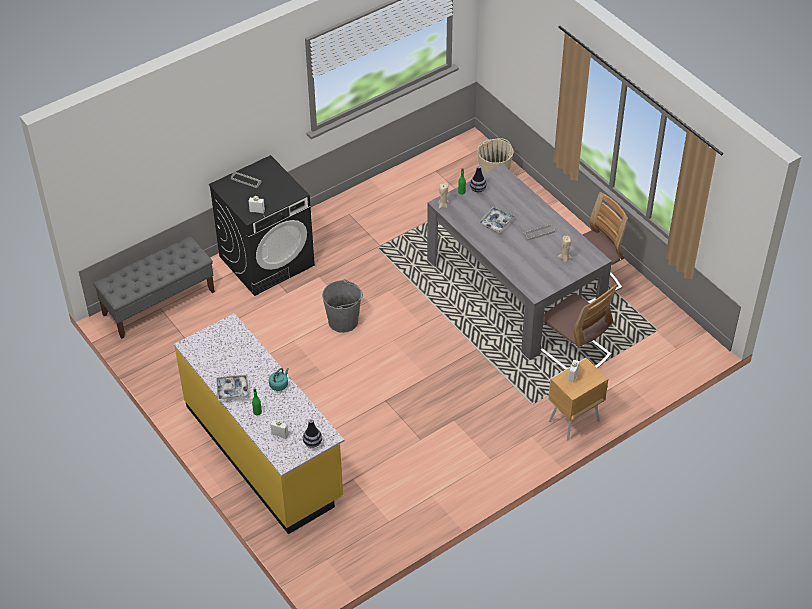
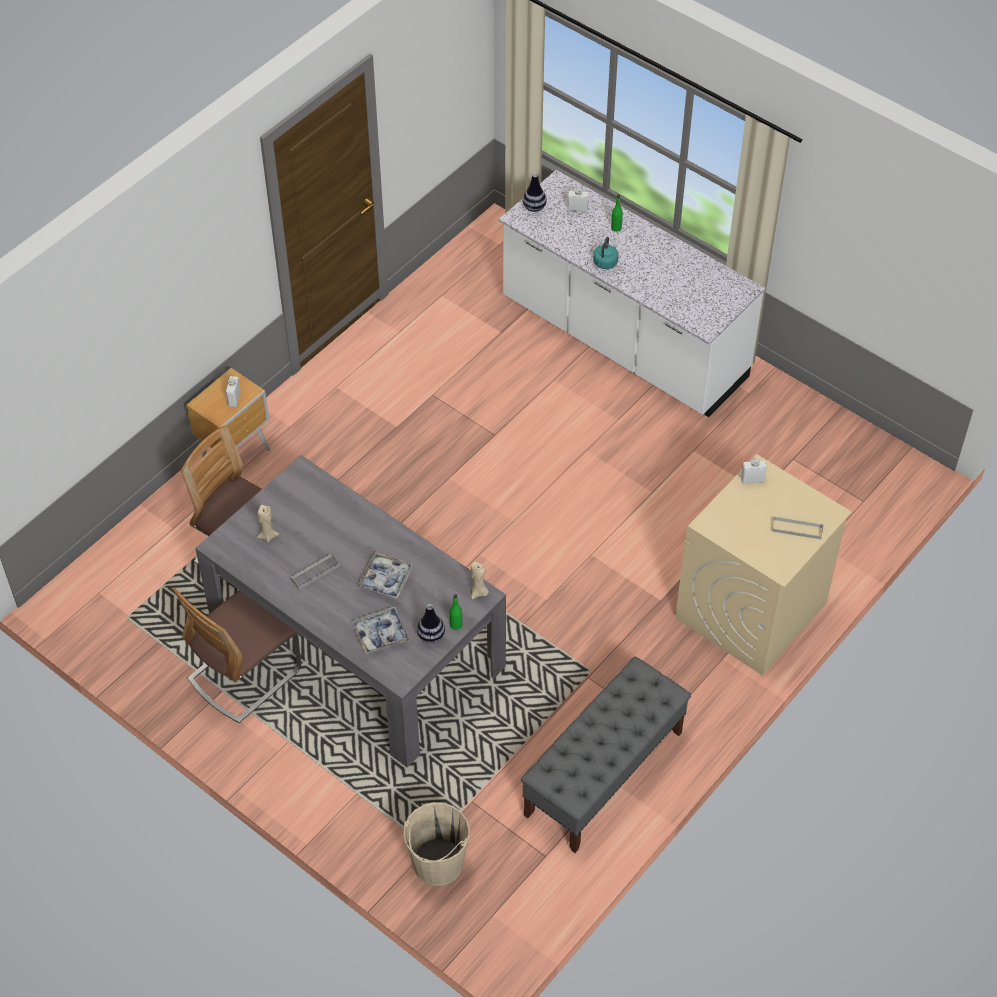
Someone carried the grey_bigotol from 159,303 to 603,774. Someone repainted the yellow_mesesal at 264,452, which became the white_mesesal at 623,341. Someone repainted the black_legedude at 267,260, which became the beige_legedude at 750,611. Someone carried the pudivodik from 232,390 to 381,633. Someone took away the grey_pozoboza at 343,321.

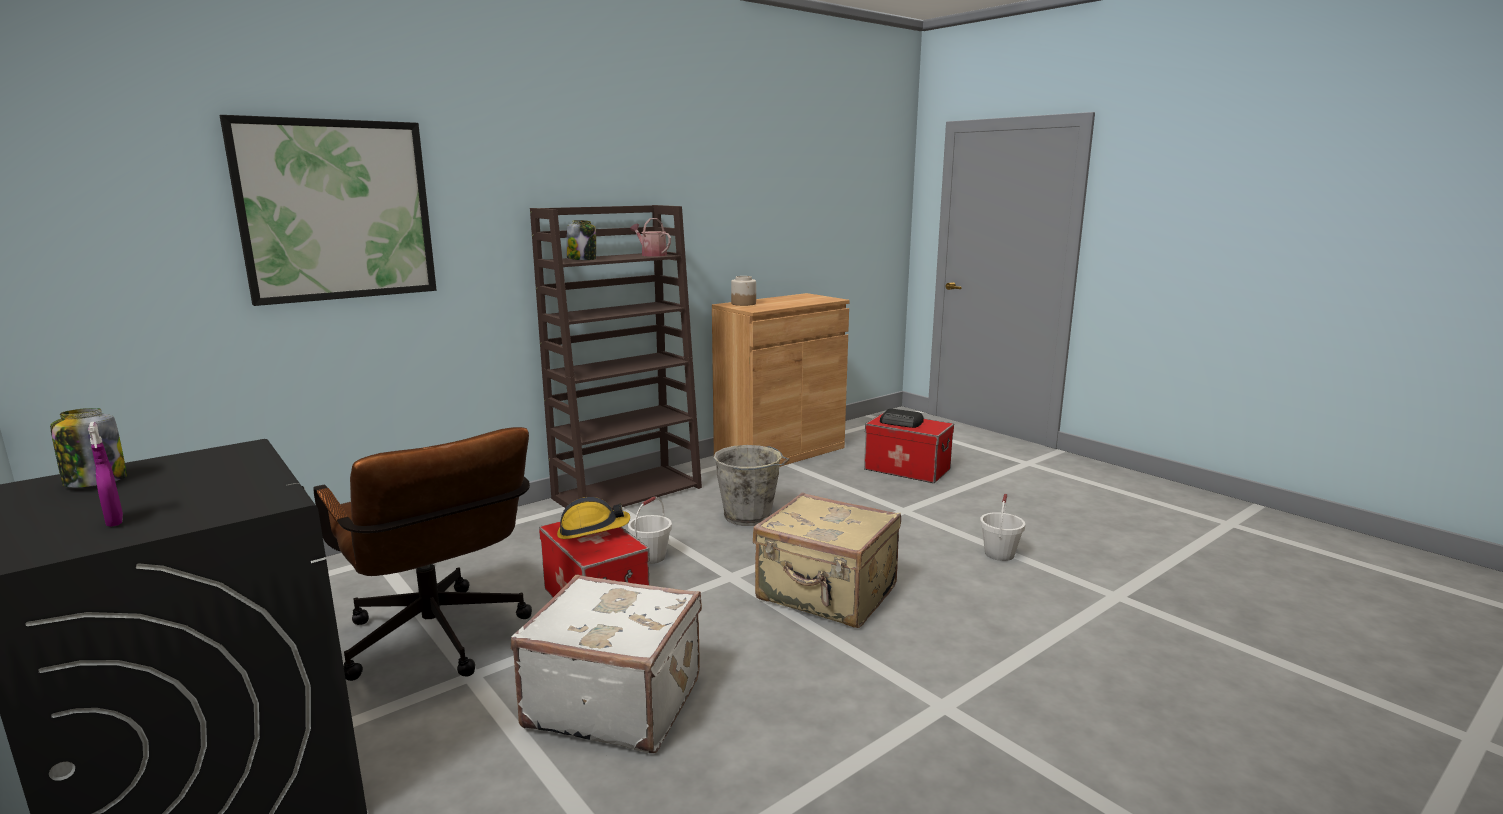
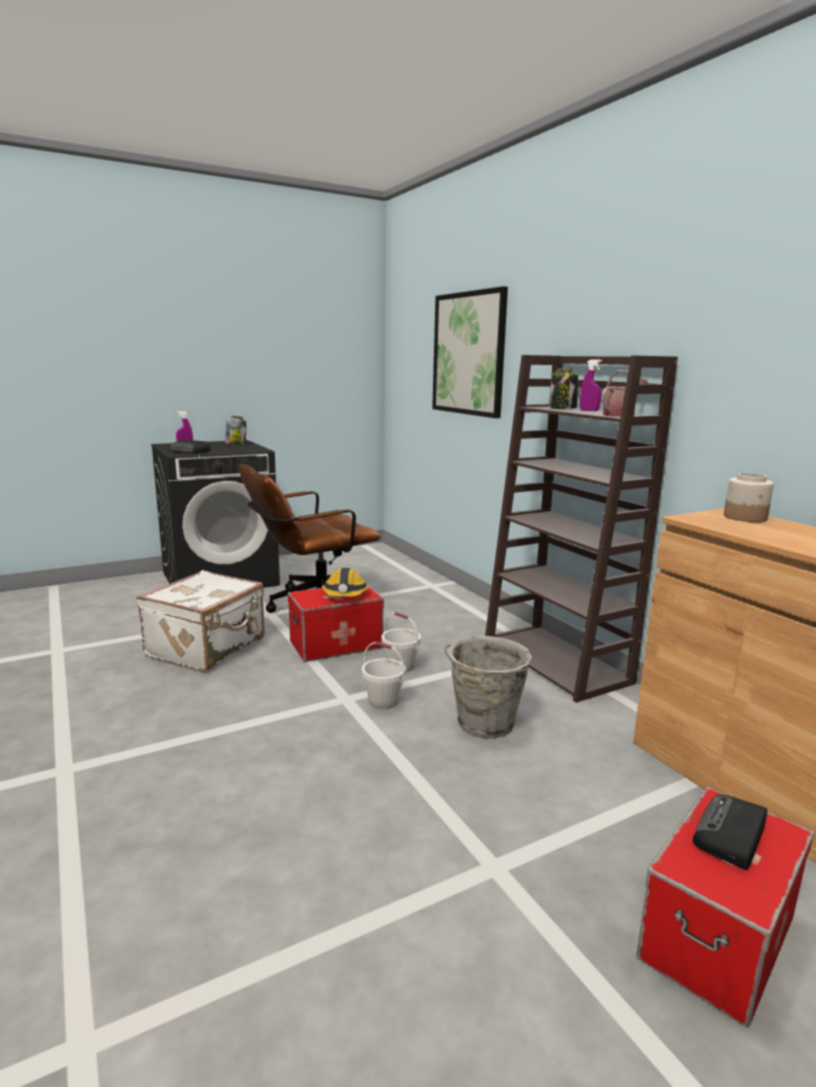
Someone took away the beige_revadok at 826,595. Someone carried the white_pozoboza from 999,554 to 383,701. Someone put down the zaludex at 189,451. Someone put down the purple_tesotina at 589,410.

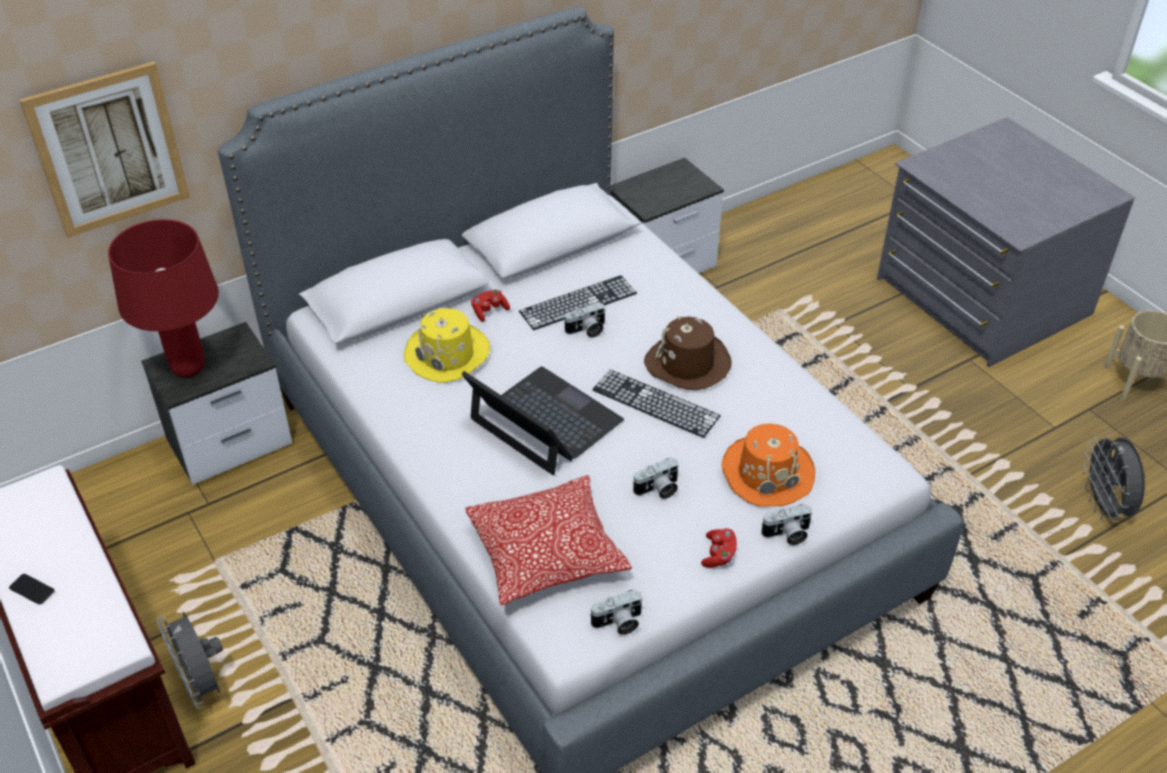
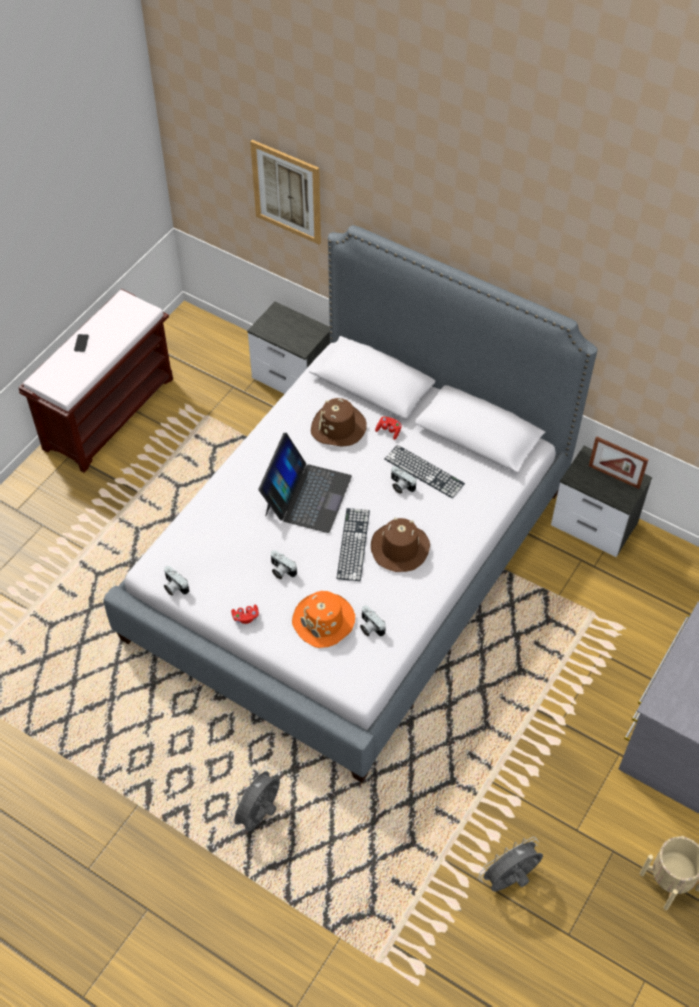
Someone took away the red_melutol at 188,368. Someone carried the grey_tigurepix from 203,685 to 259,815. Someone repainted the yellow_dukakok at 448,354, which became the brown_dukakok at 338,427. Someone took away the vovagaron at 547,553. Someone carried the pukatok from 787,535 to 369,627. Someone put down the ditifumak at 614,476.

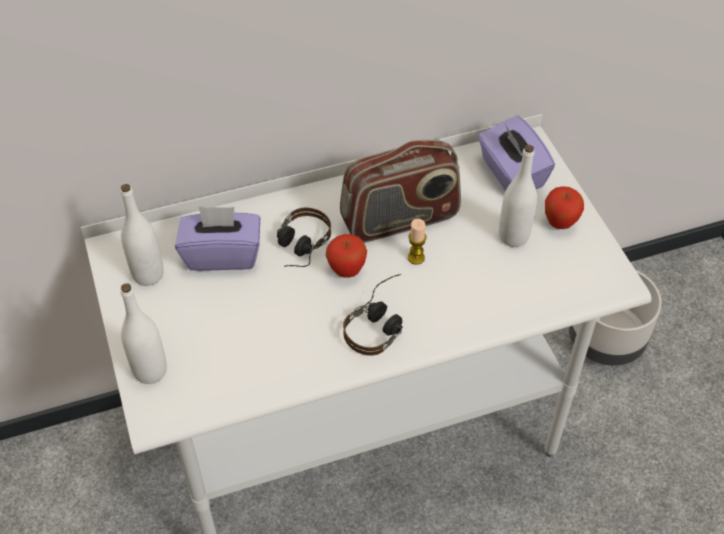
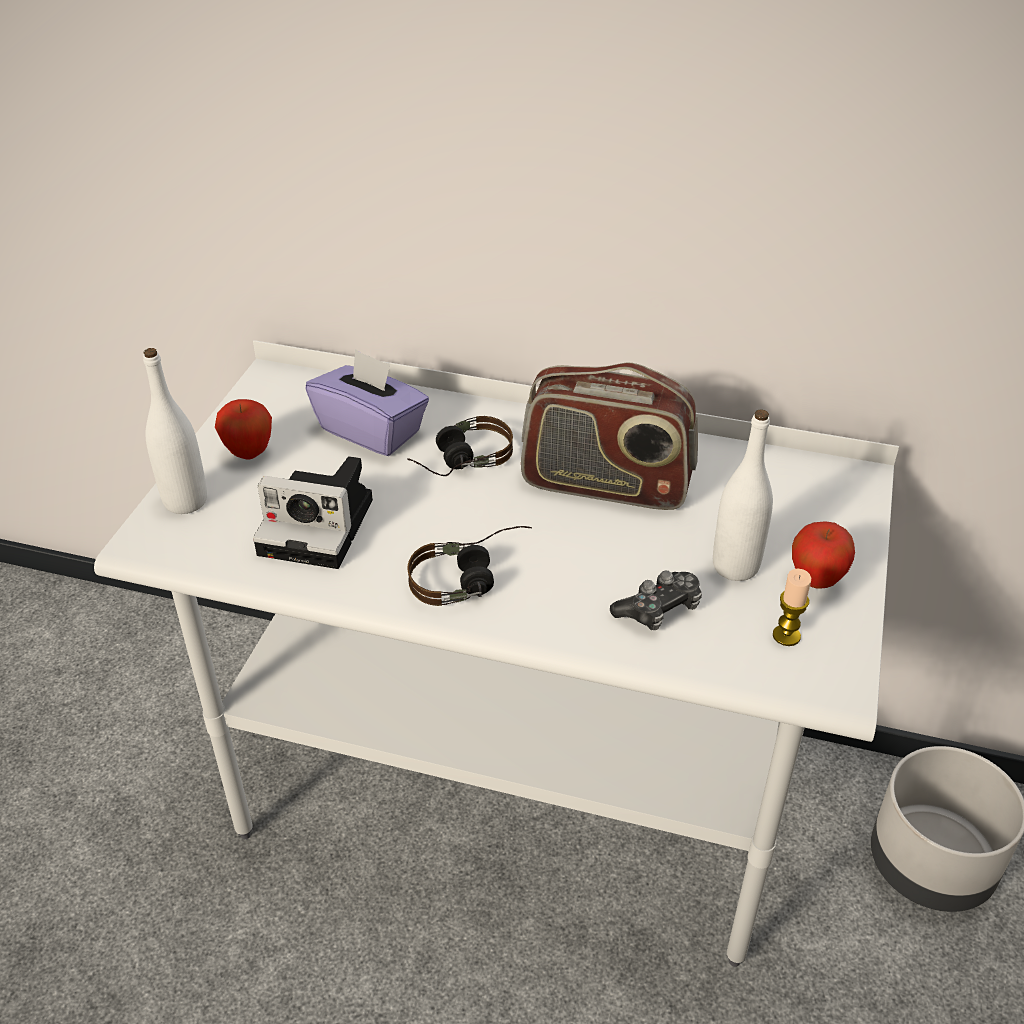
Someone took away the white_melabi at 148,275. Someone carried the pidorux from 346,271 to 249,453. Someone carried the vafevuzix from 416,258 to 786,636. Someone took away the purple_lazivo at 511,173. Someone put down the pukatok at 321,526. Someone put down the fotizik at 659,609.

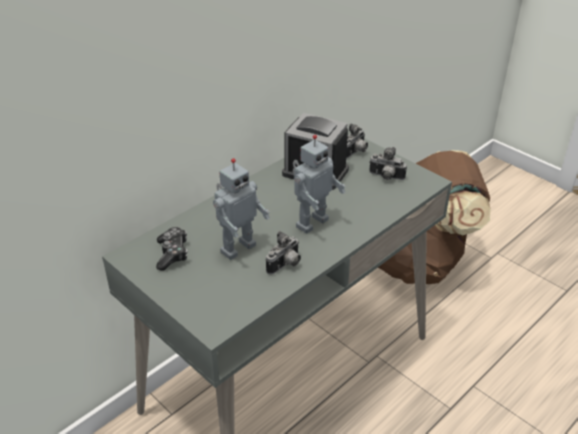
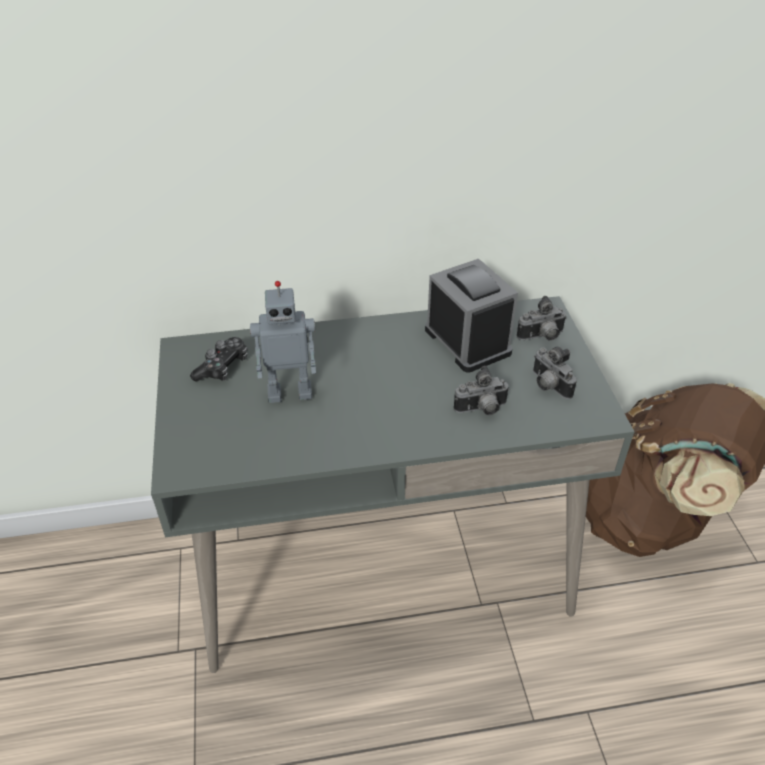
Someone carried the pukatok from 285,265 to 481,410. Someone took away the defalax at 311,222.

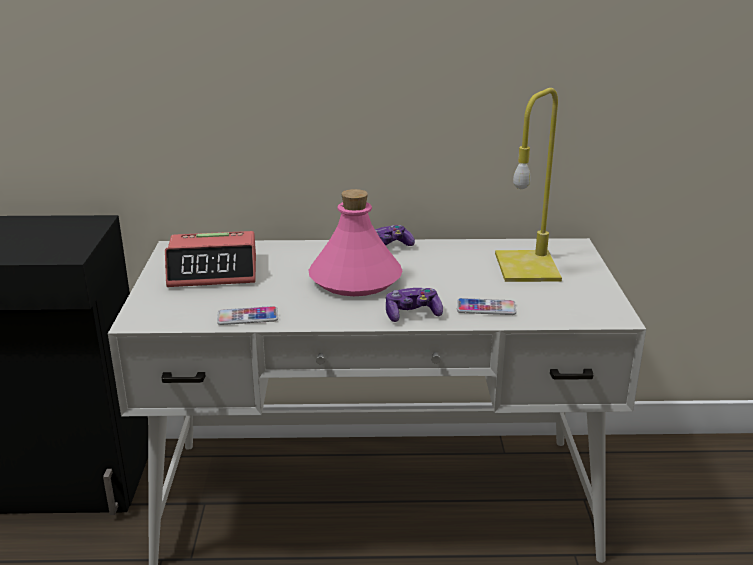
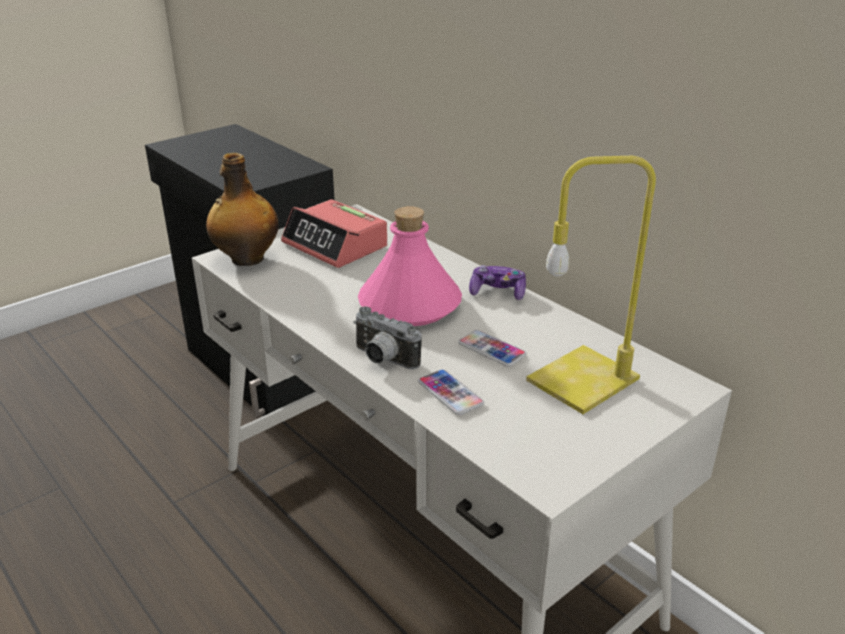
Someone carried the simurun from 247,317 to 491,349. Someone swapped the fotizik at 412,314 for the pukatok at 382,360. Someone put down the melabi at 246,259.

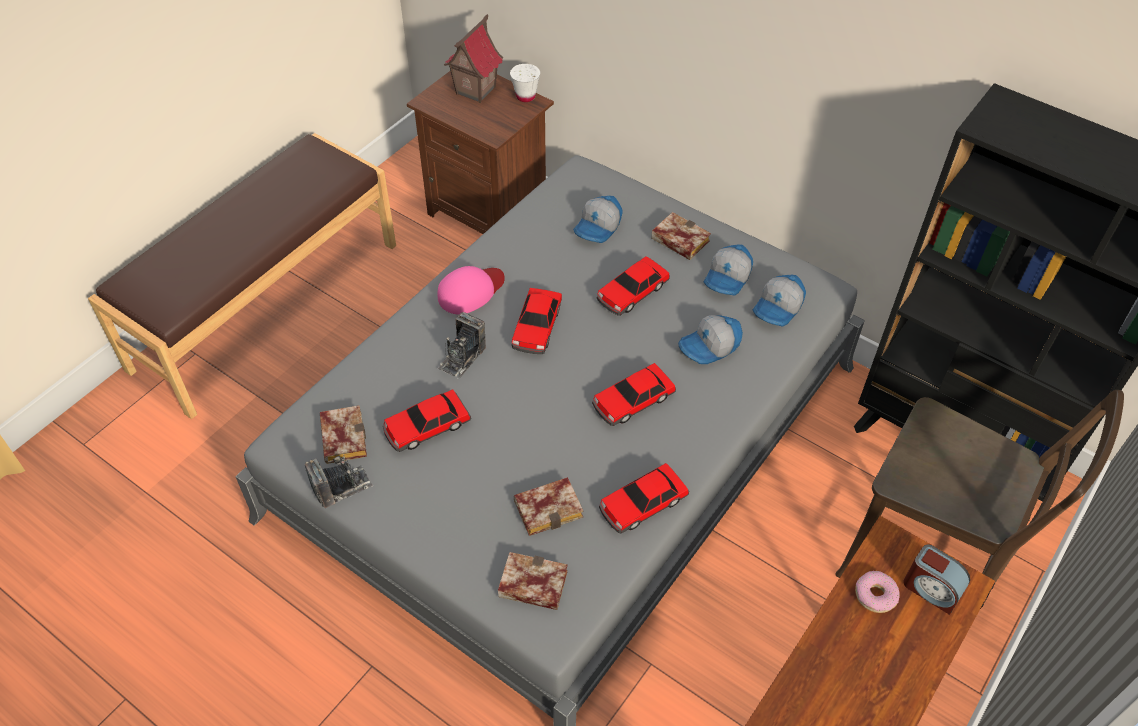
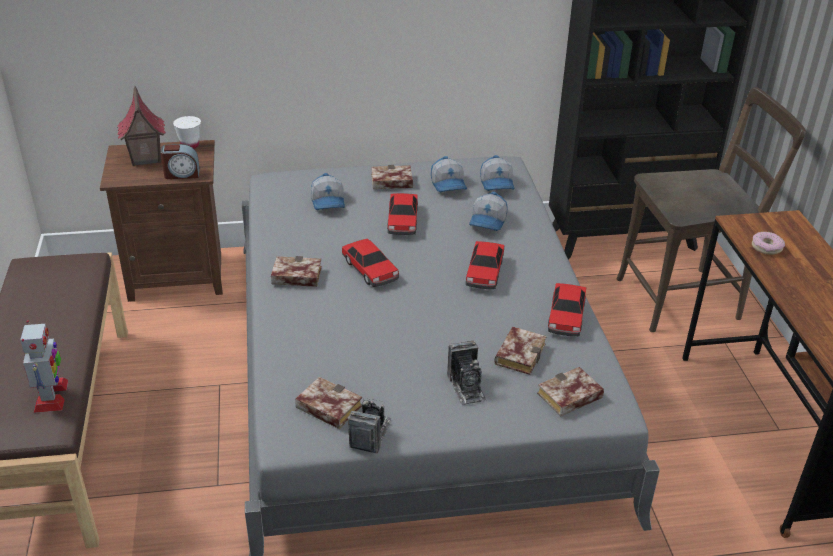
Someone took away the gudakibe at 426,427. Someone carried the pukatok from 462,357 to 466,387. Someone swapped the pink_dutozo at 471,291 for the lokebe at 294,277. Someone carried the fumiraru from 931,589 to 181,174. Someone put down the defalax at 51,396.

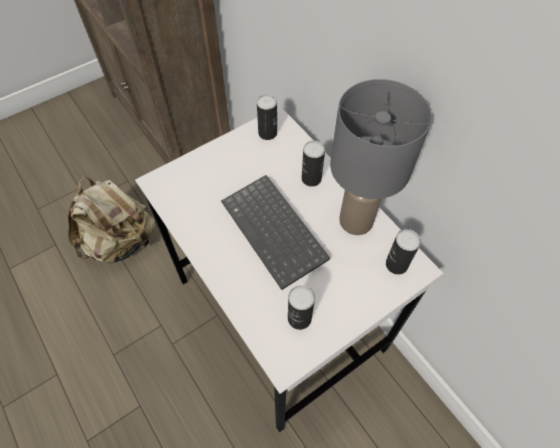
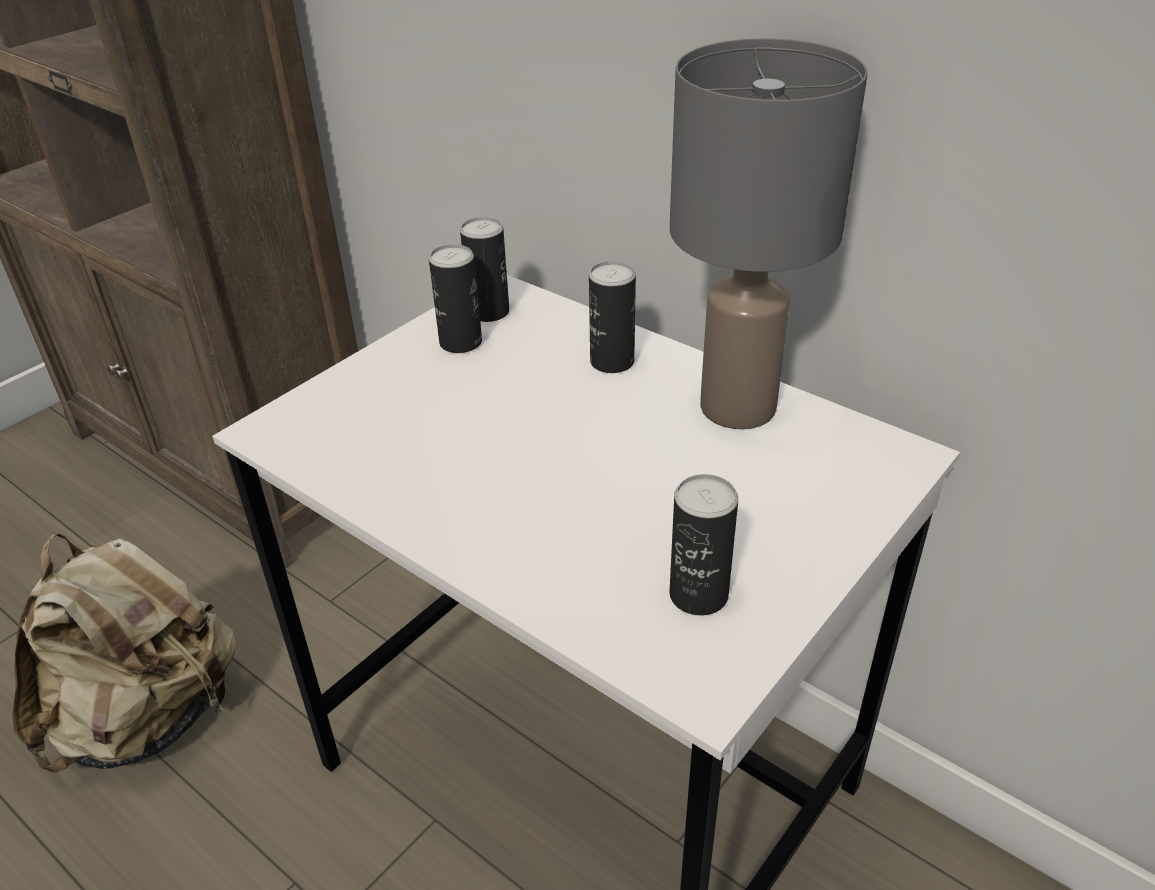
Someone took away the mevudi at 276,231. Someone carried the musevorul from 396,264 to 460,342.

